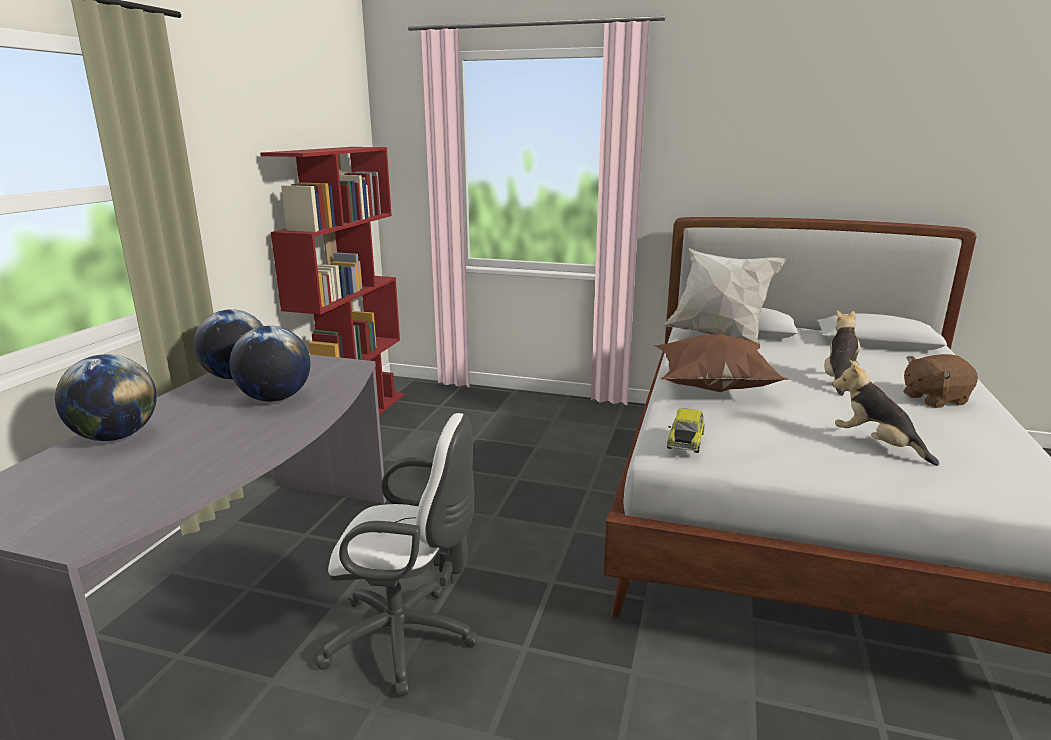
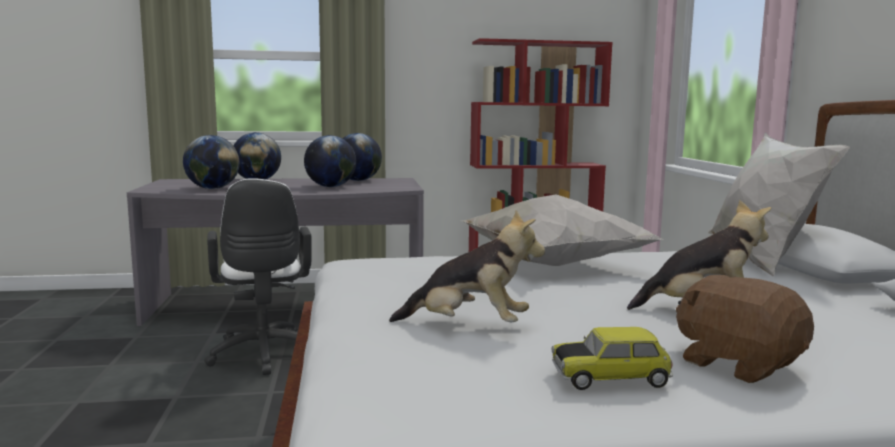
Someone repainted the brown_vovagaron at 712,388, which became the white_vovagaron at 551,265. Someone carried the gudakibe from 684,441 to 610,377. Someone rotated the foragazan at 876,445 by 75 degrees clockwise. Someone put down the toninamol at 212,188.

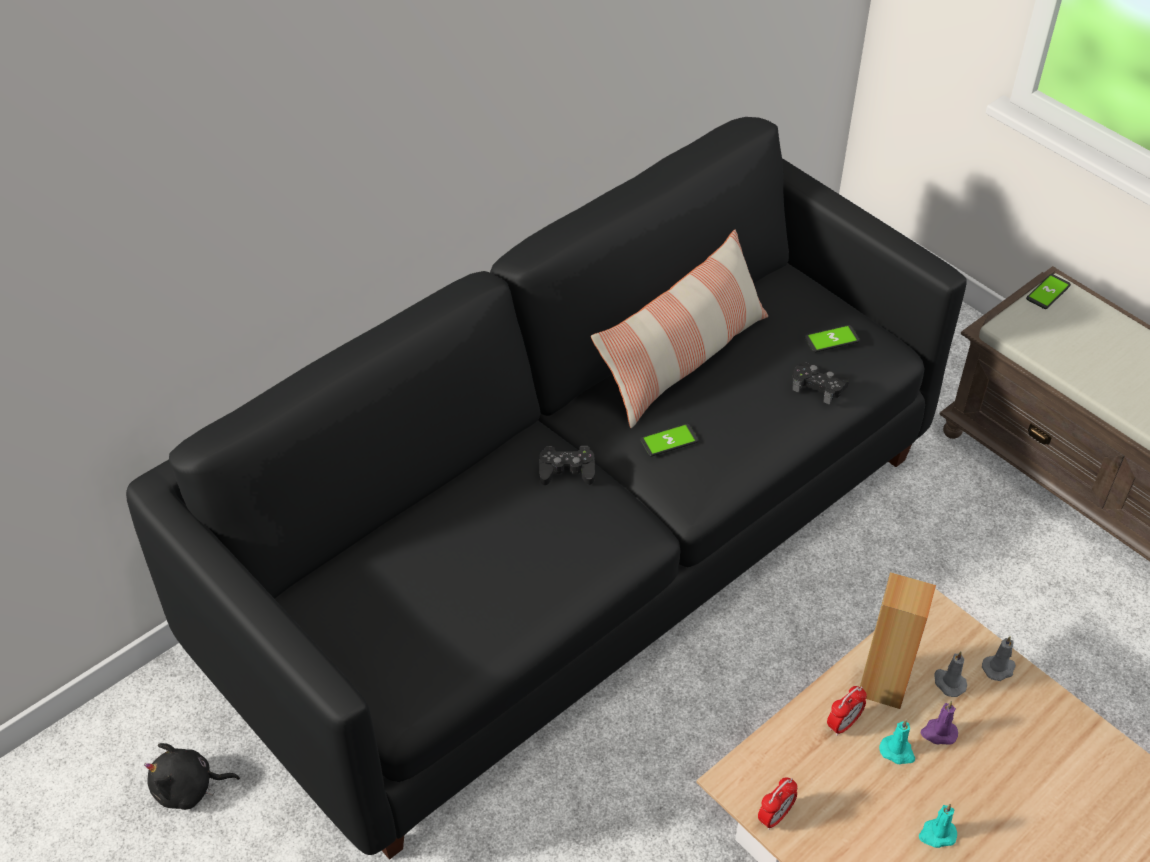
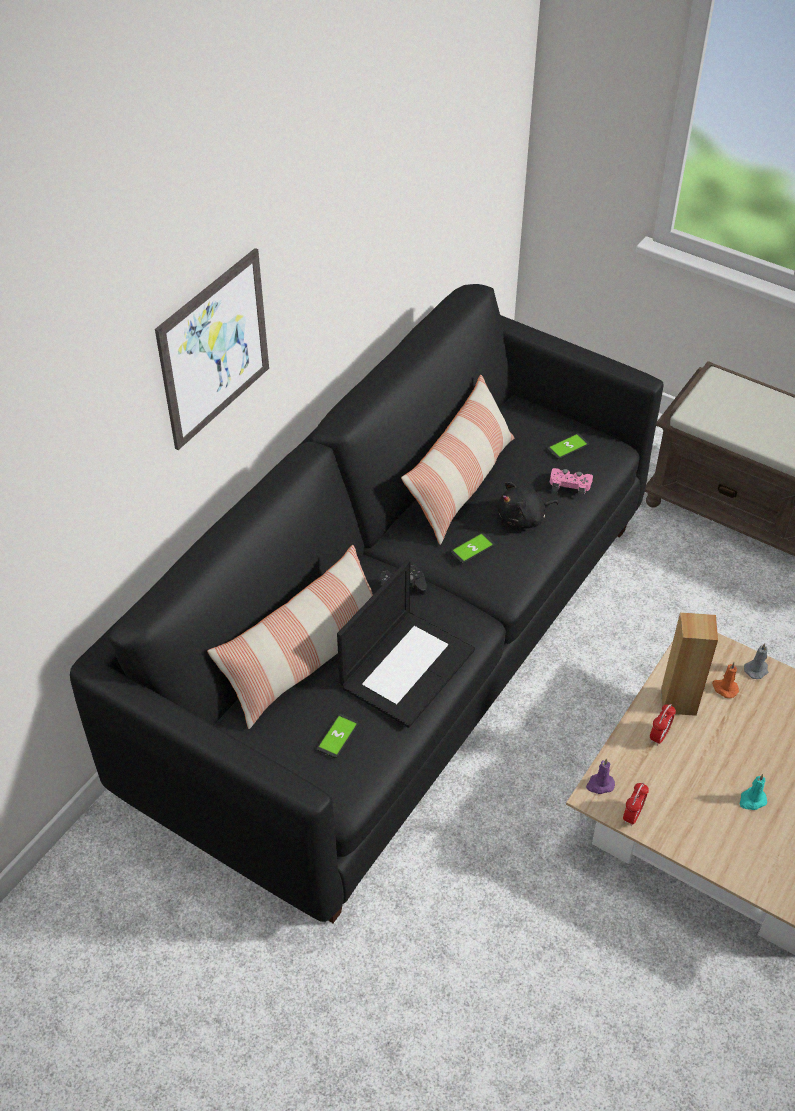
Someone carried the black_foragazan from 189,788 to 523,518. Someone repainted the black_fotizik at 818,386, which became the pink_fotizik at 570,485. Someone took away the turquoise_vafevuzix at 897,752. Someone carried the purple_vafevuzix from 938,733 to 599,784. Someone repainted the grey_vafevuzix at 948,682, which became the orange_vafevuzix at 724,688. Someone carried the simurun from 1048,292 to 337,736. Someone put up the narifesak at 214,349. Someone put down the vovagaron at 305,660. Someone put down the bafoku at 407,667.

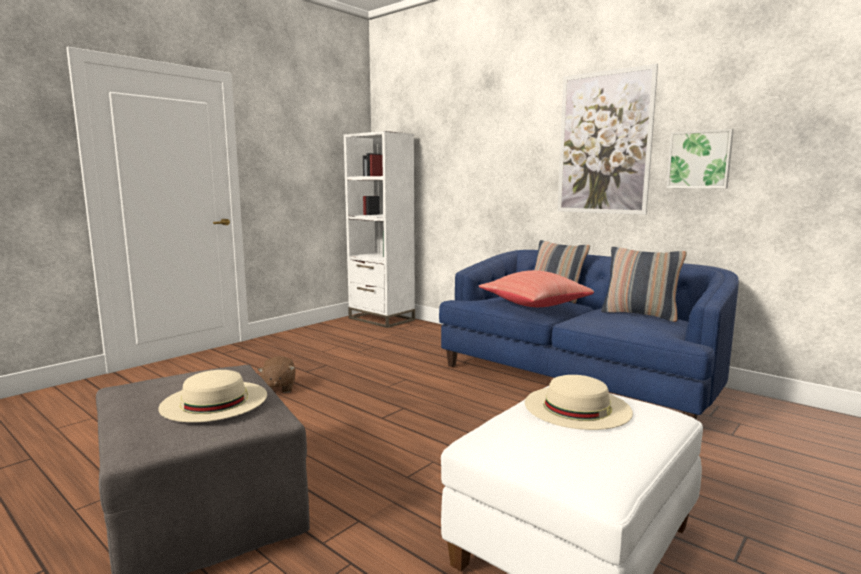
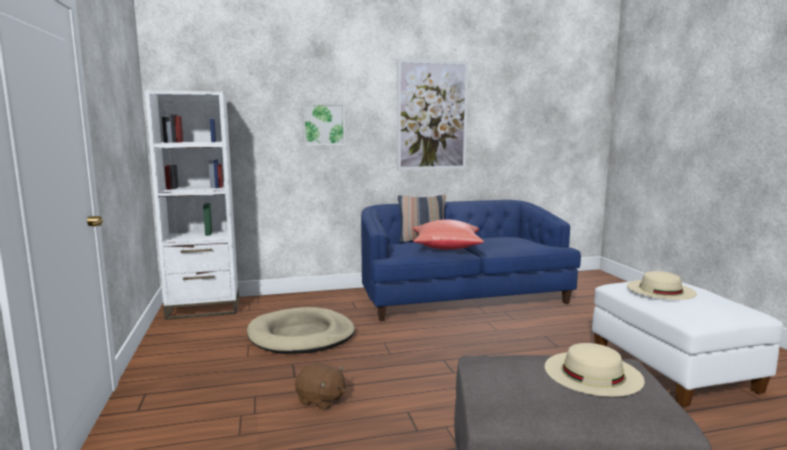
Someone took away the vovagaron at 640,315. Someone carried the narifesak from 699,159 to 323,124. Someone put down the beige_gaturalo at 301,336.

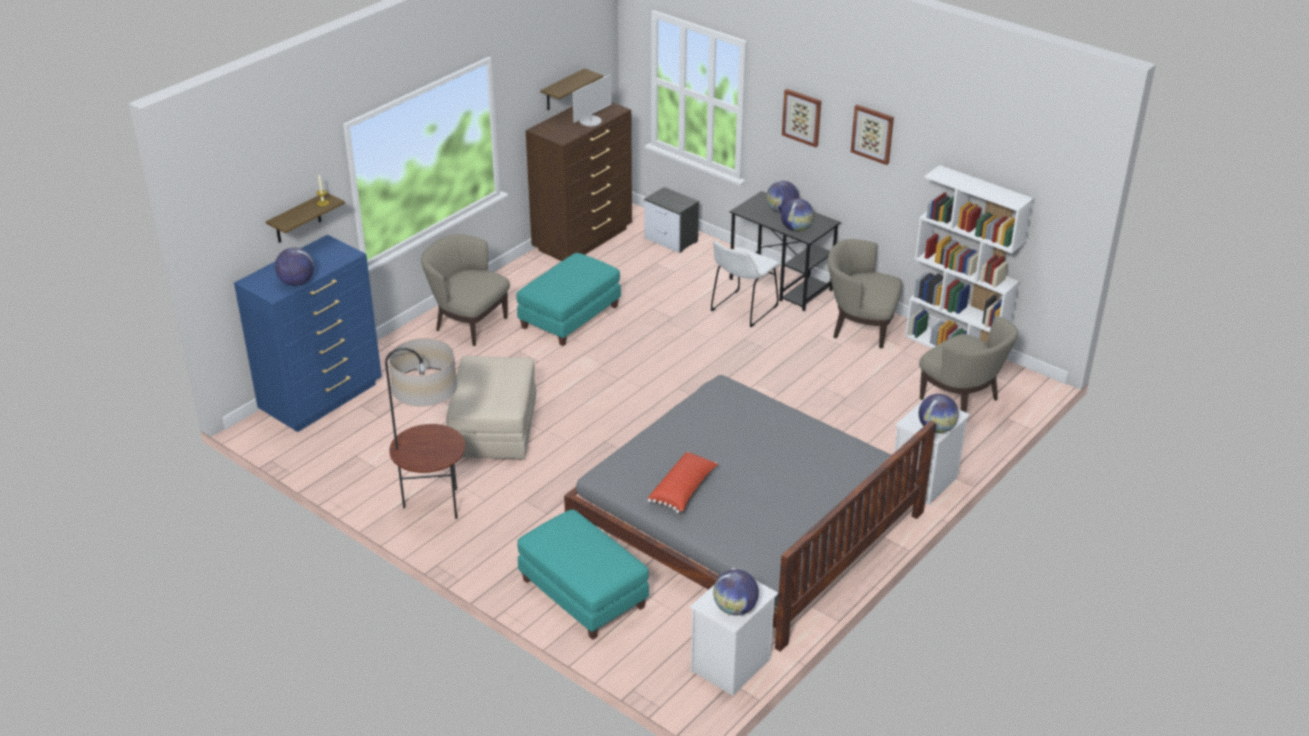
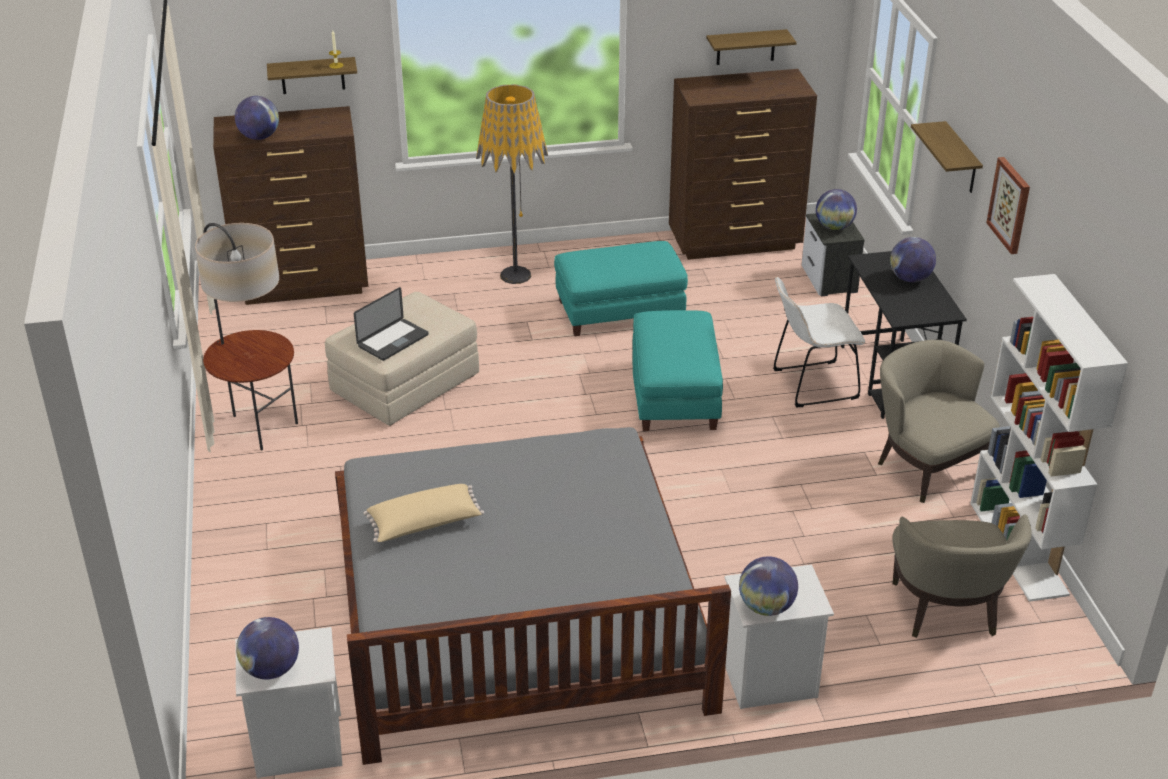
Someone repainted the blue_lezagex at 323,398, which became the brown_lezagex at 304,285. Someone swapped the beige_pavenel at 468,324 for the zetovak at 515,275. Someone carried the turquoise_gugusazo from 583,594 to 675,395. Someone took away the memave at 590,121. Someone repainted the red_vovagaron at 684,490, which became the beige_vovagaron at 425,524. Someone carried the toninamol from 796,229 to 834,227. Someone swapped the narifesak at 802,117 for the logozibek at 961,159. Someone put down the bafoku at 393,341.

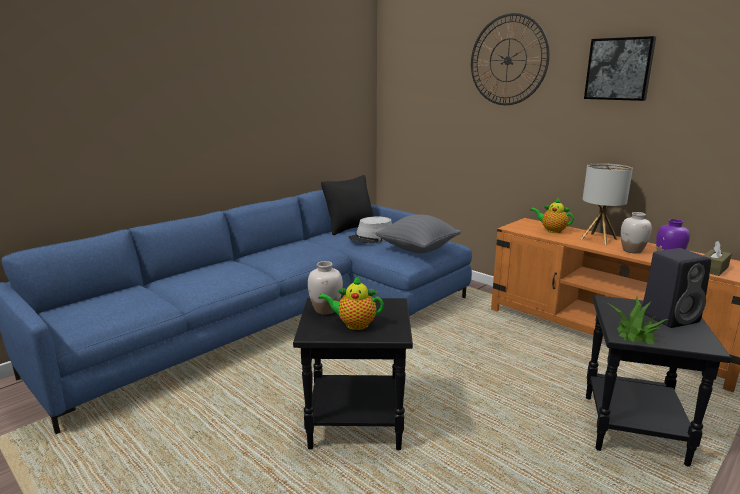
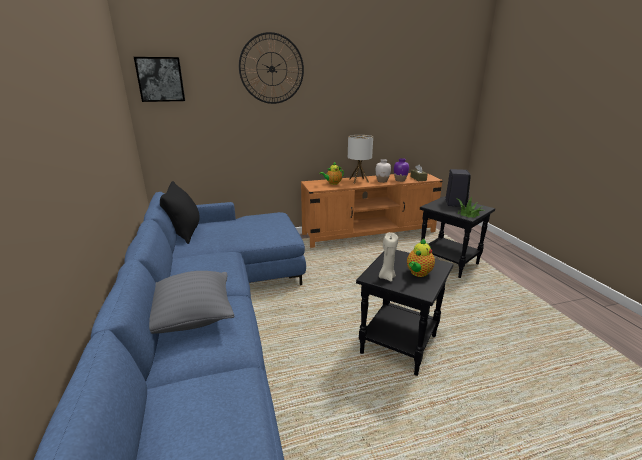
Someone swapped the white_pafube at 326,310 for the beige_vafevuzix at 386,277. Someone took away the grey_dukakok at 371,237. Someone carried the grey_vovagaron from 417,249 to 193,318. Someone carried the narifesak from 619,69 to 160,79.

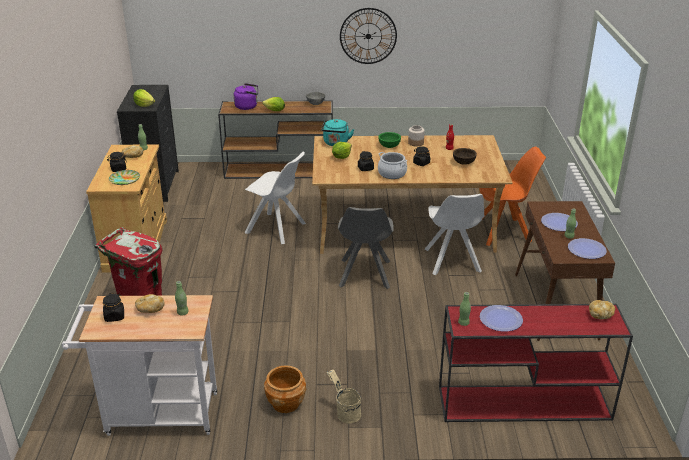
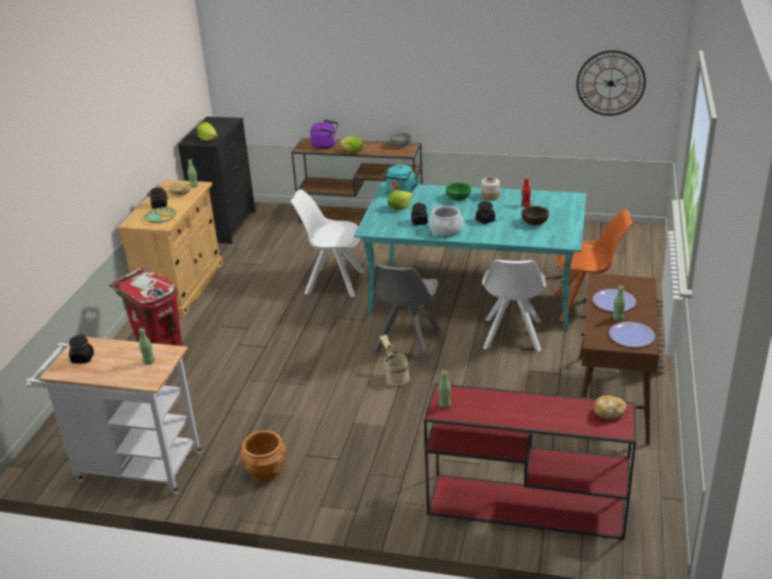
Someone took away the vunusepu at 150,309. Someone rotated the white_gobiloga at 277,229 by 150 degrees clockwise. Someone repainted the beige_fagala at 405,228, which became the turquoise_fagala at 473,293. Someone carried the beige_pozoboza from 345,412 to 395,377. Someone carried the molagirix from 368,36 to 610,83. Someone took away the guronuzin at 501,319.

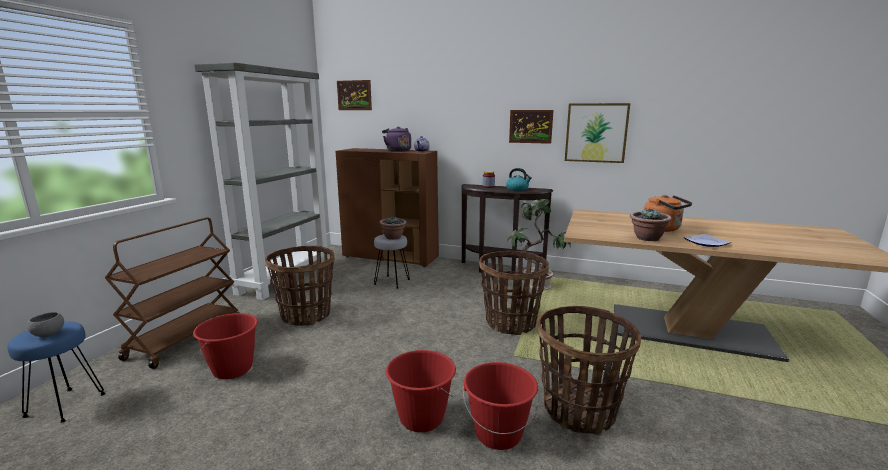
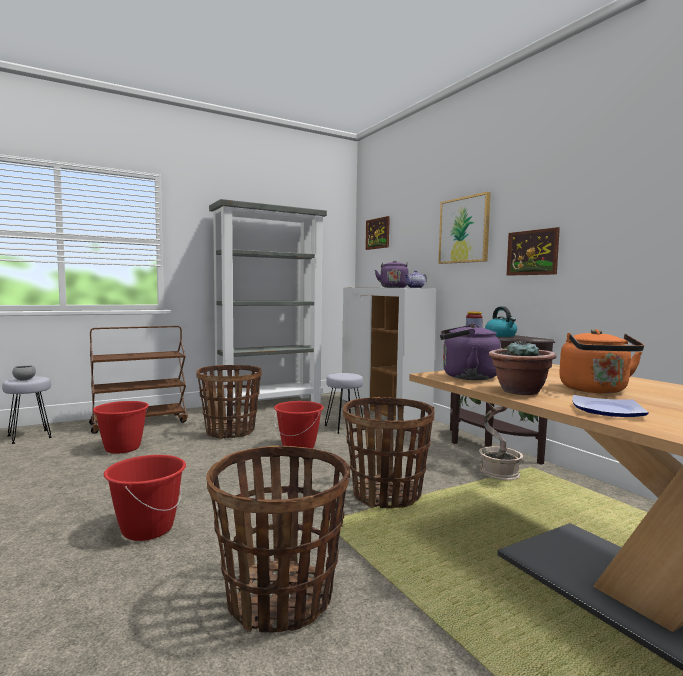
Someone repainted the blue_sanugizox at 65,405, which became the grey_sanugizox at 30,437. Someone repainted the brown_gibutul at 391,257, which became the white_gibutul at 384,410. Someone took away the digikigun at 393,237. Someone carried the red_pozoboza from 498,434 to 298,447. Someone carried the narifesak from 596,133 to 464,230. Someone put down the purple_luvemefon at 466,377.

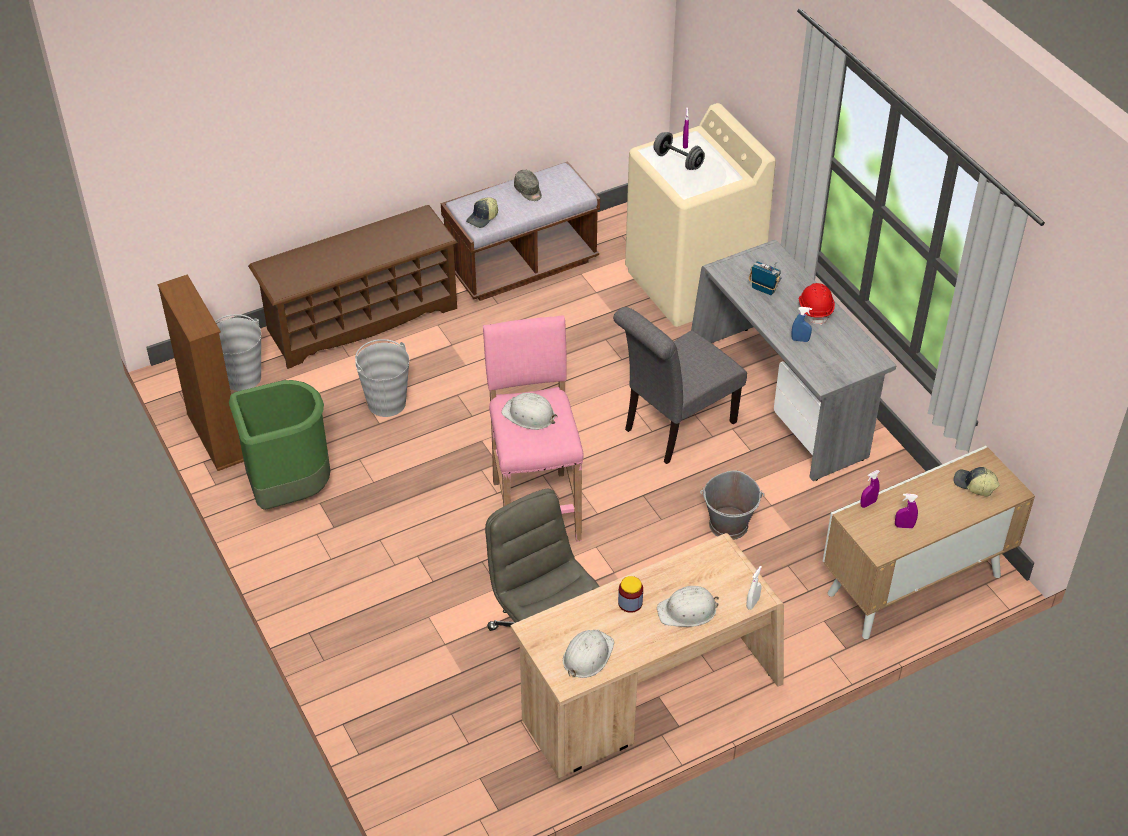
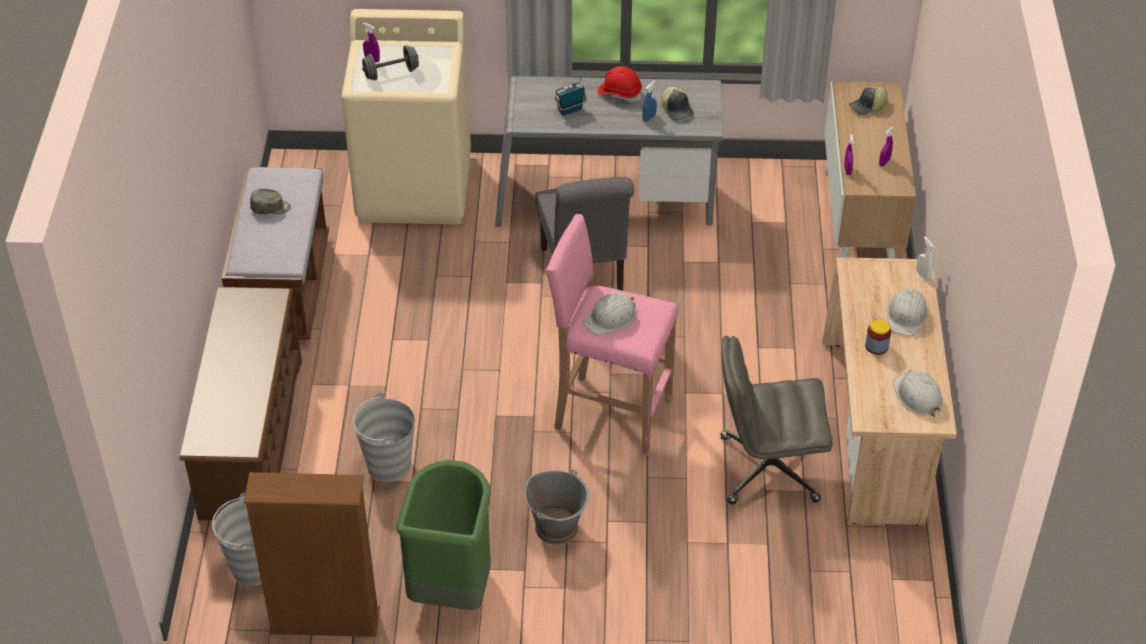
Someone carried the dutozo from 483,218 to 677,109. Someone carried the grey_pozoboza from 729,525 to 557,527.

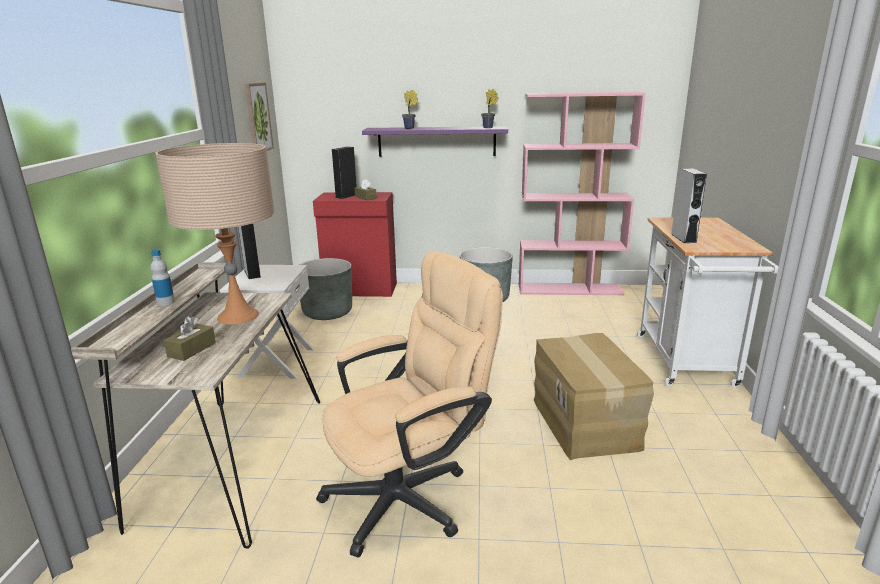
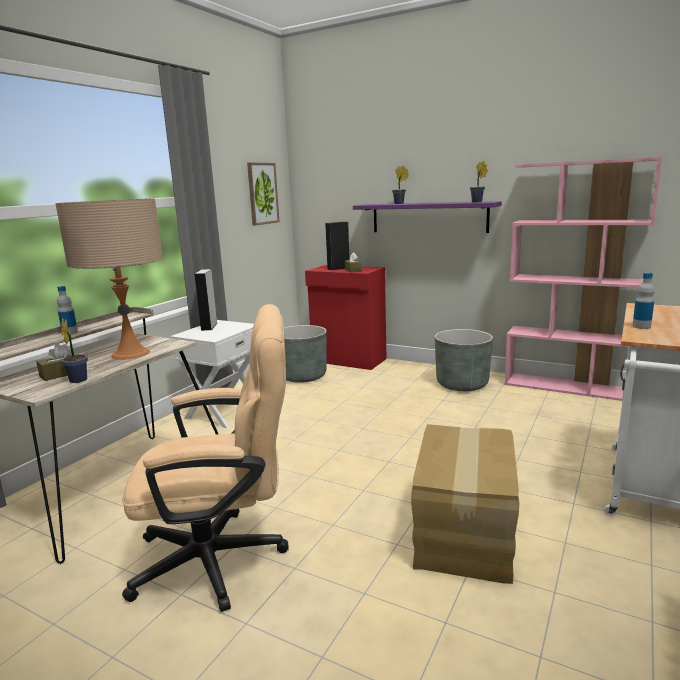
Someone swapped the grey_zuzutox at 683,238 for the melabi at 641,326. Someone put down the digikigun at 79,379.

